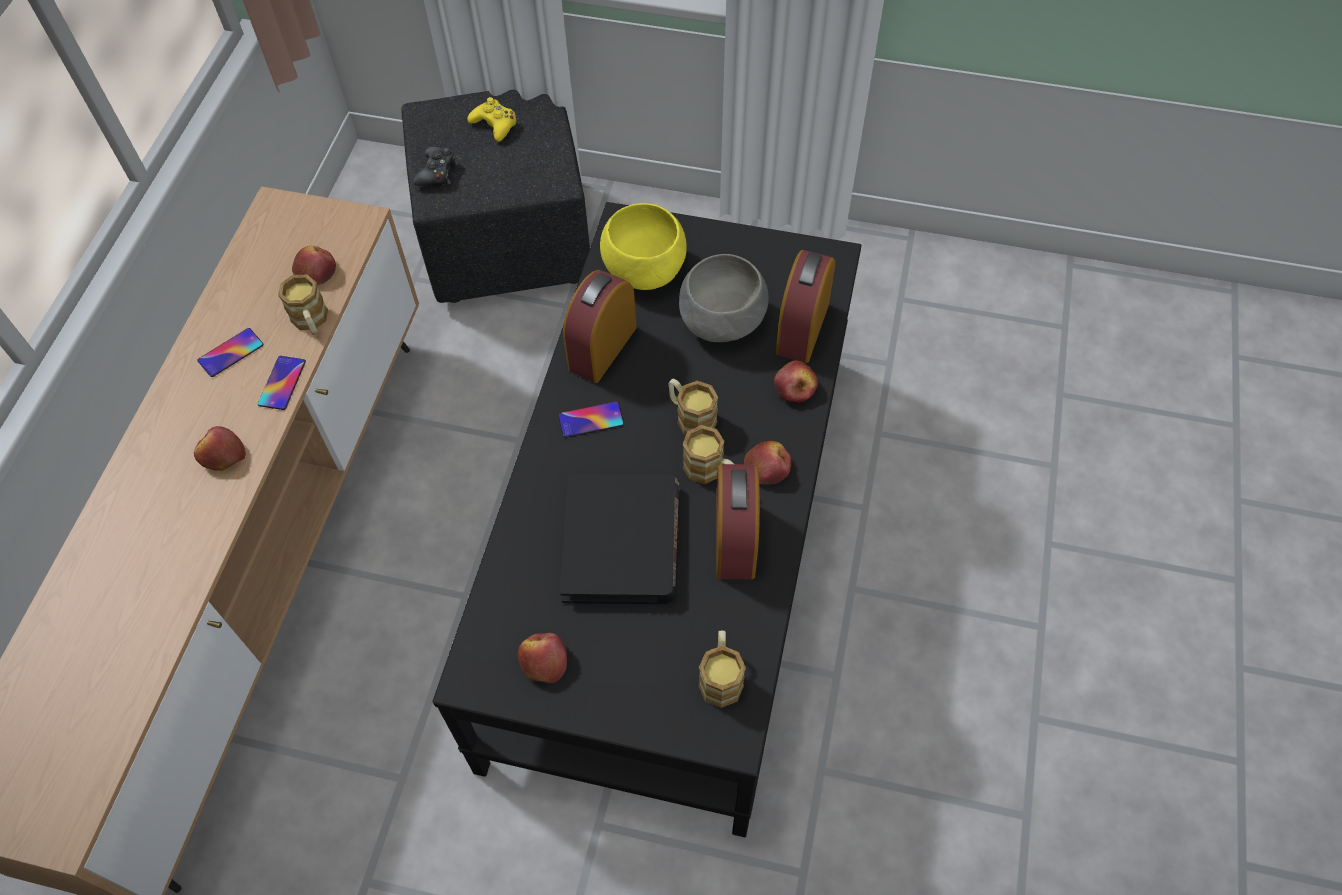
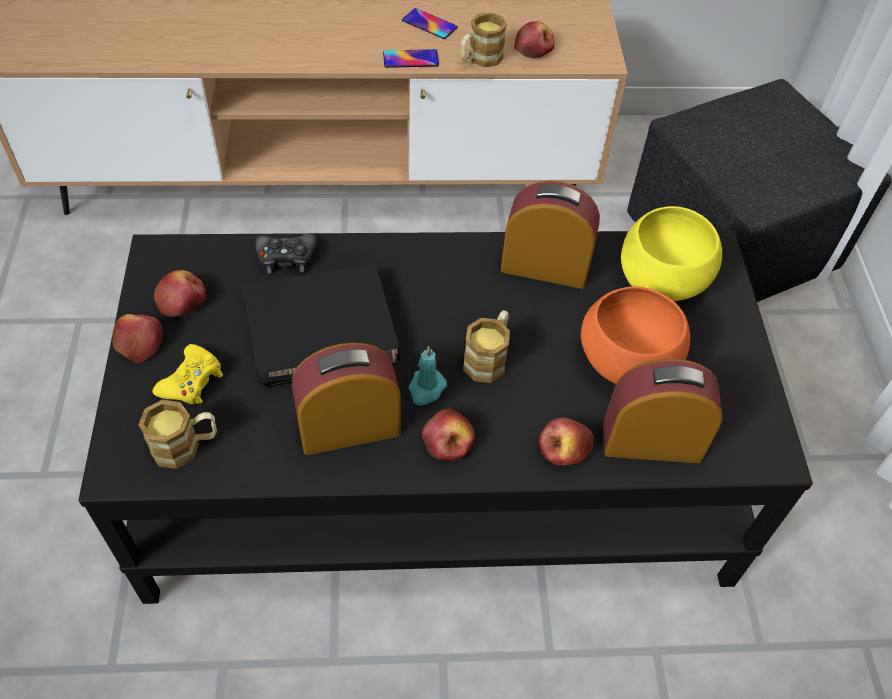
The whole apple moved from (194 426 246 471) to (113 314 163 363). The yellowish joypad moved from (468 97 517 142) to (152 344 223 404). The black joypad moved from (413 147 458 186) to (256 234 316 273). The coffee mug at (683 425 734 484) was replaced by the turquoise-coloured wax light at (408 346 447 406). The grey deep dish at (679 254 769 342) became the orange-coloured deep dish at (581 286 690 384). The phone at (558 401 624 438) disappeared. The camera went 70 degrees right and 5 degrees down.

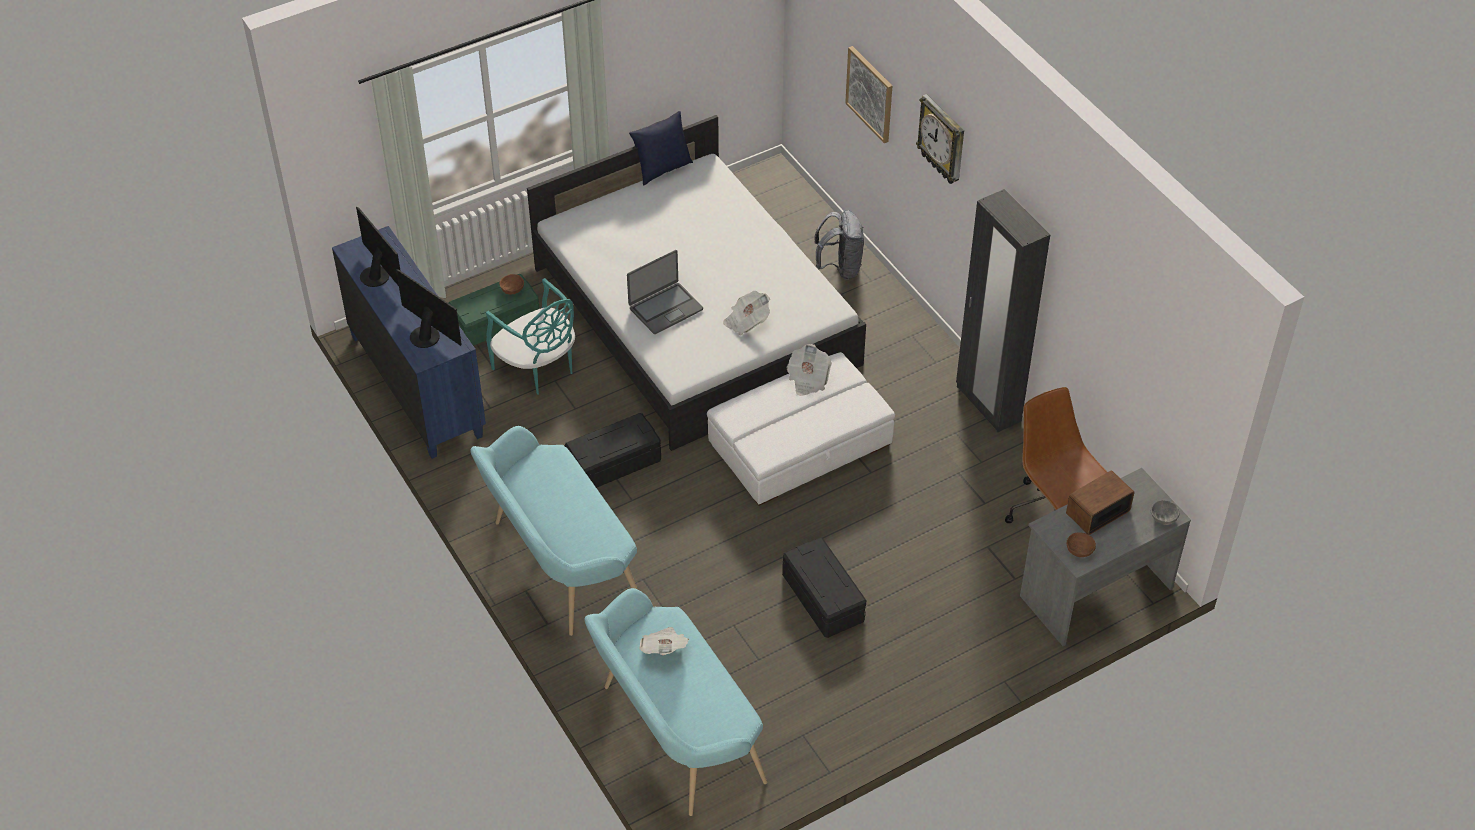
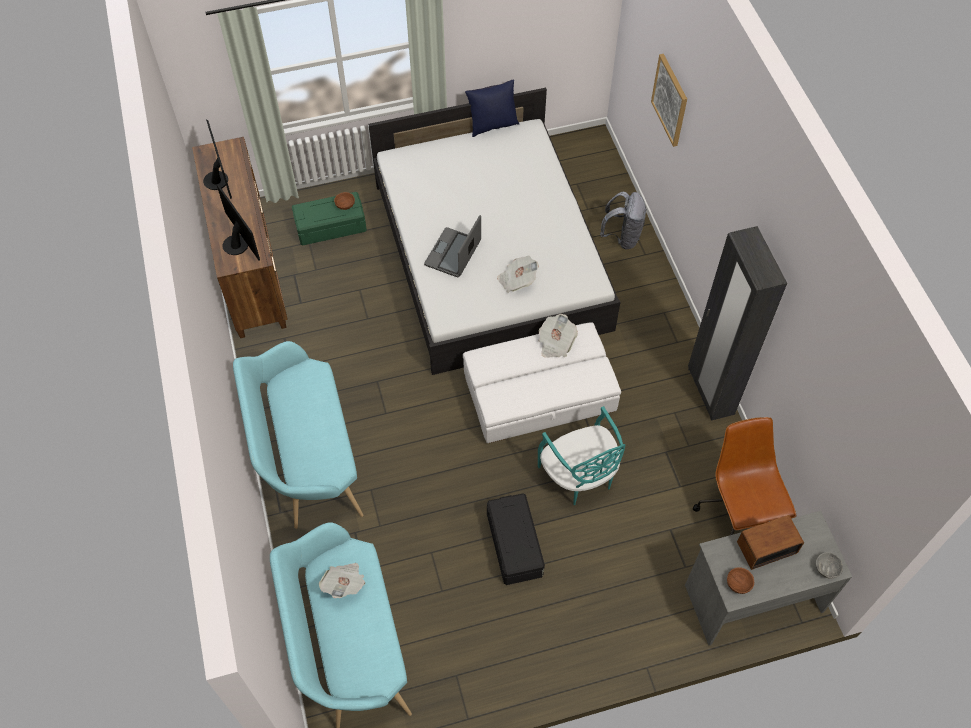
The blue dresser at (332 226 486 459) became the brownish dresser at (192 137 288 338). The notebook computer at (627 250 703 334) turned 135 degrees clockwise. The turquoise-coloured chair moved from (486 278 575 395) to (538 406 625 506). The black storage bin at (565 413 661 488) disappeared. The clock on the wall at (916 94 964 184) disappeared. The camera went 15 degrees right and 10 degrees up.

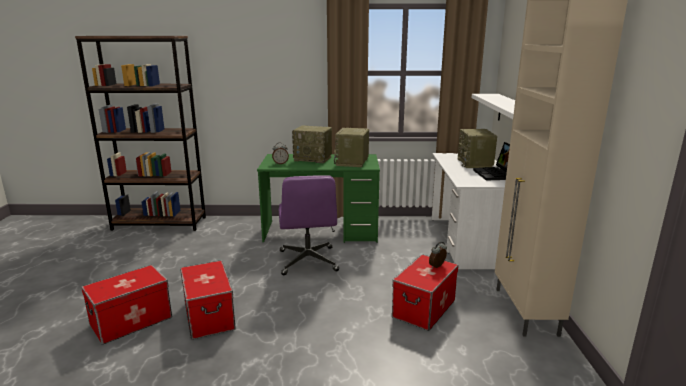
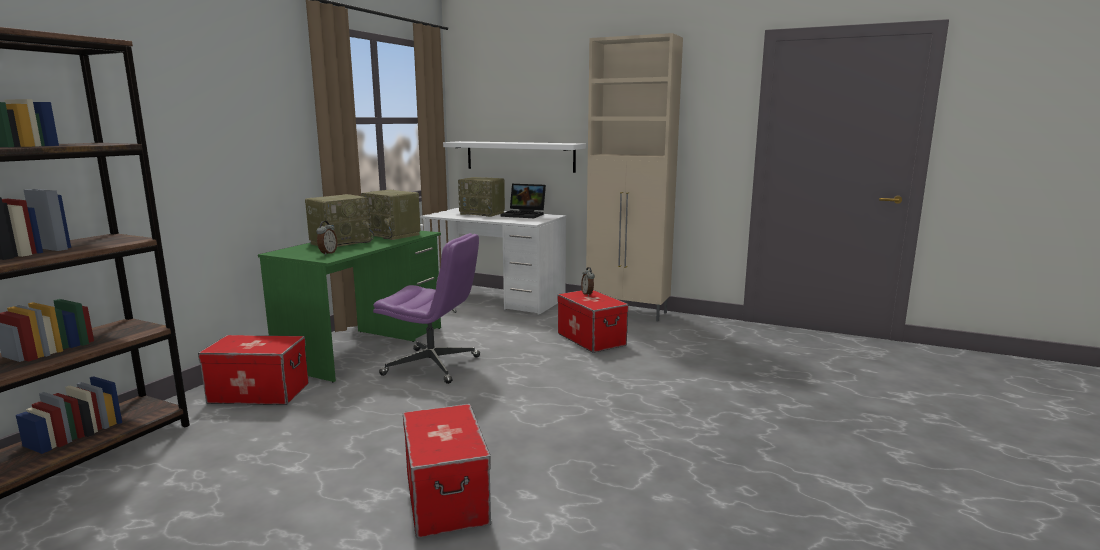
The storage bin moved from (180 260 236 339) to (198 335 309 405). The camera went 65 degrees left and 5 degrees down.

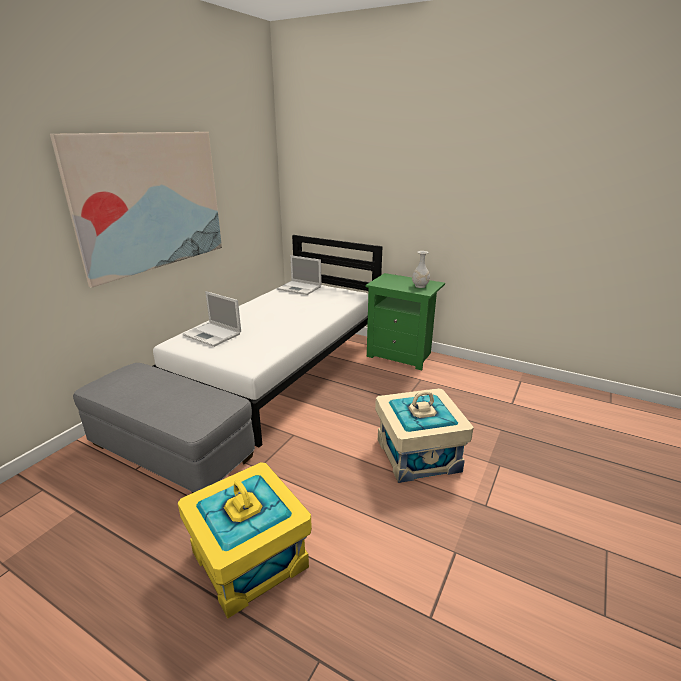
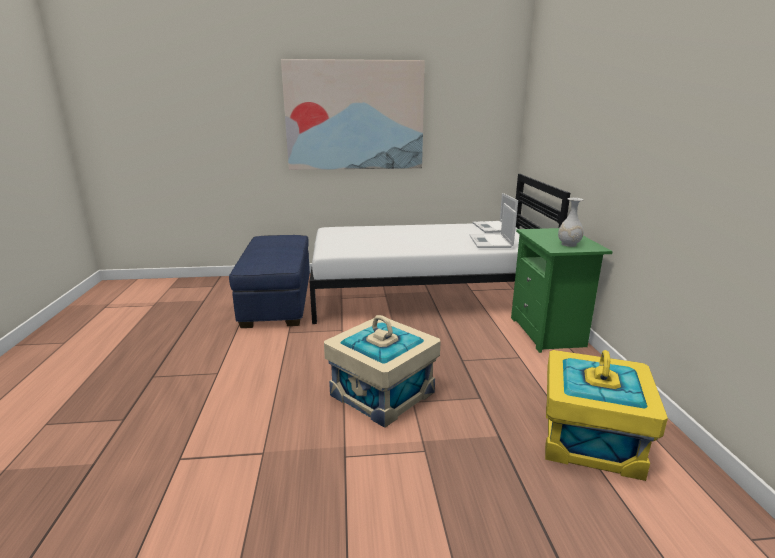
The grey pouffe at (73 363 255 493) became the blue pouffe at (229 235 310 328). The notebook computer moved from (183 291 241 347) to (469 203 517 248). The yellowish storage bin moved from (178 462 312 619) to (545 350 668 481). The camera went 55 degrees right and 5 degrees down.

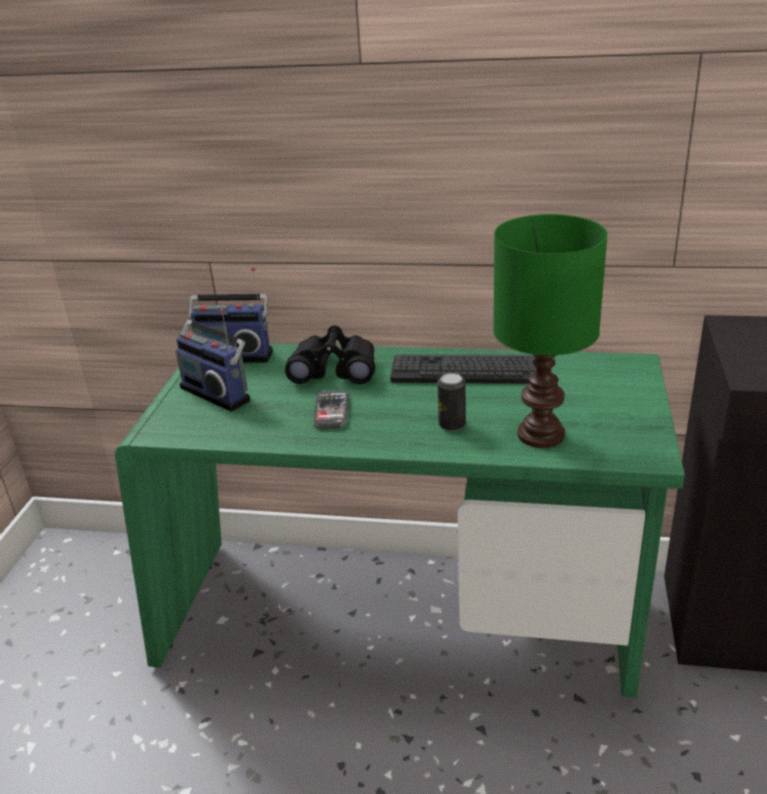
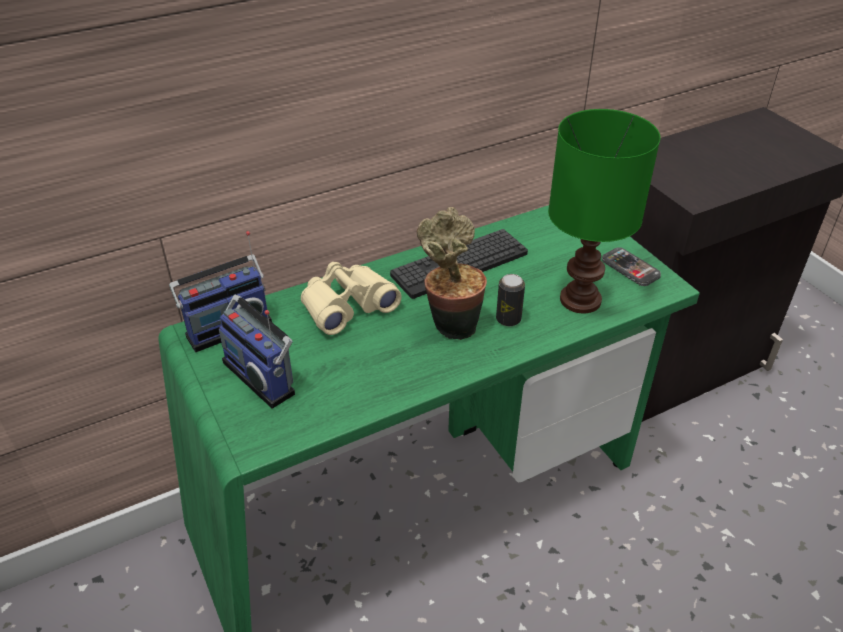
The radio at (176 309 250 412) turned 45 degrees clockwise. The black pair of binoculars at (285 325 375 384) became the beige-coloured pair of binoculars at (301 262 402 335). The plant in a pot at (417 207 487 340) appeared. The phone moved from (313 390 349 429) to (602 247 661 286). The camera went 40 degrees left and 10 degrees up.

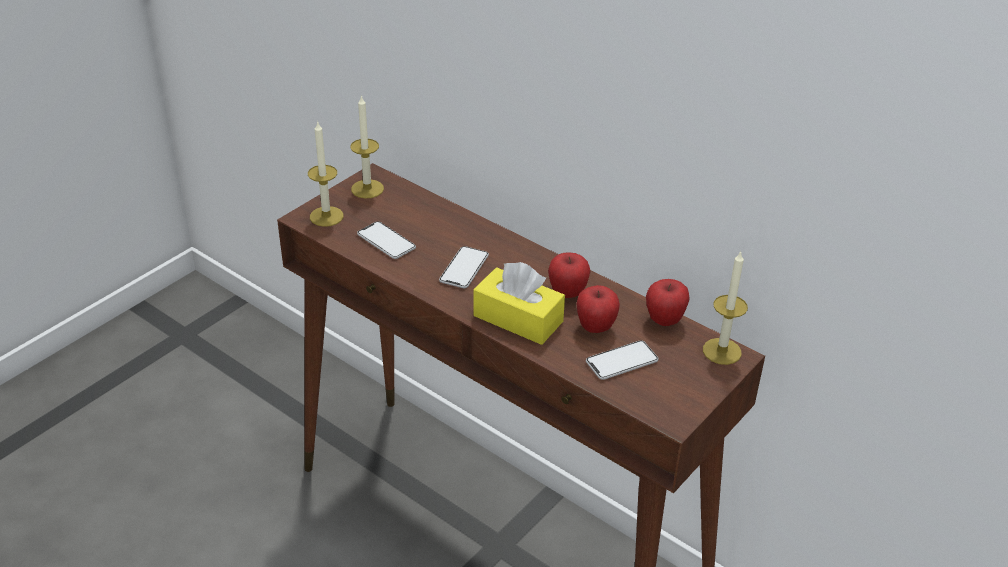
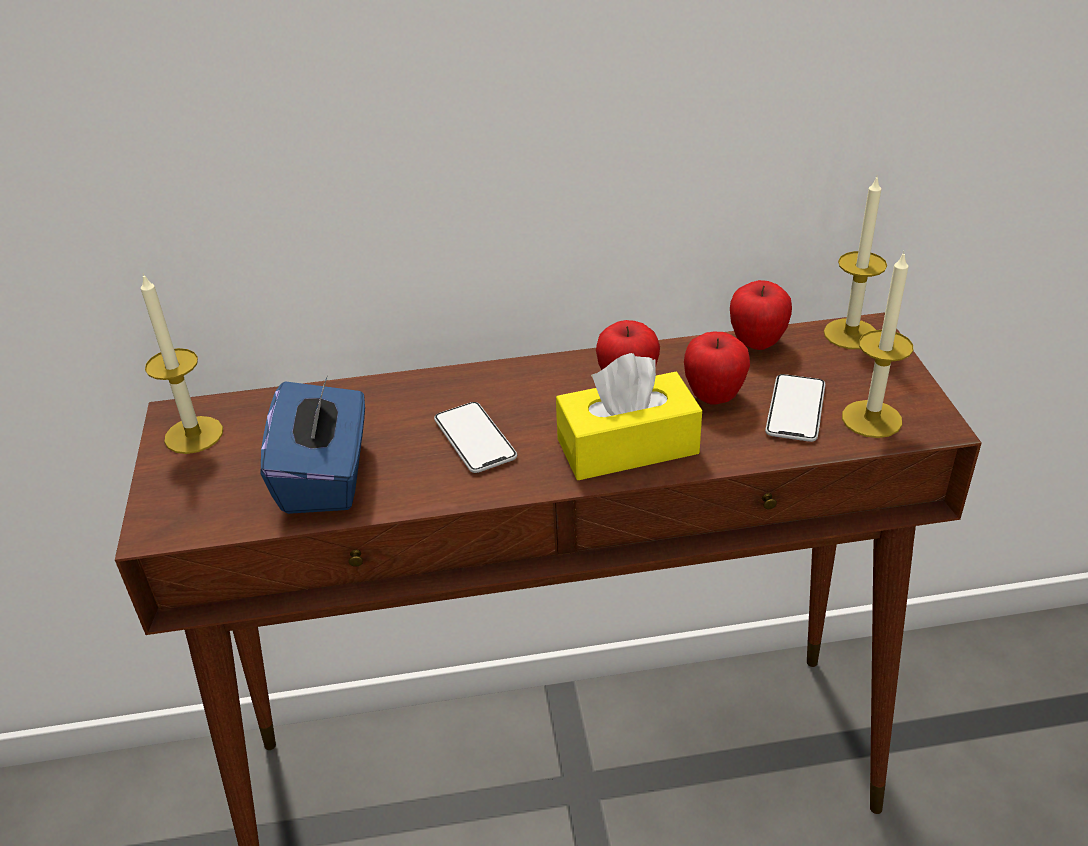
The phone at (357 221 416 259) was replaced by the blue tissue holder at (261 375 365 514). The wax light moved from (308 121 344 227) to (842 251 913 438). The camera went 45 degrees left and 0 degrees up.

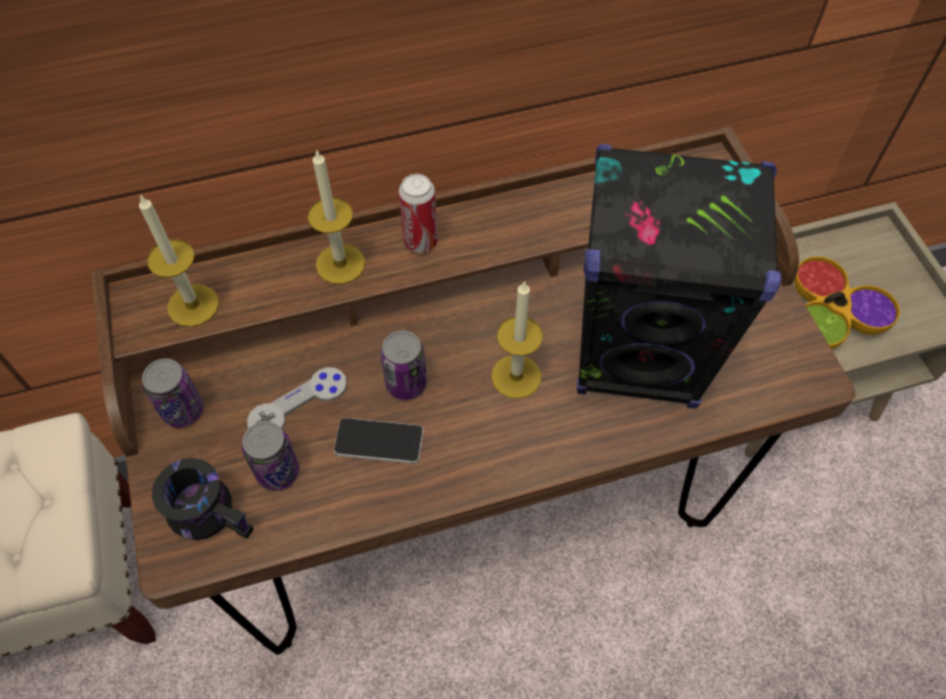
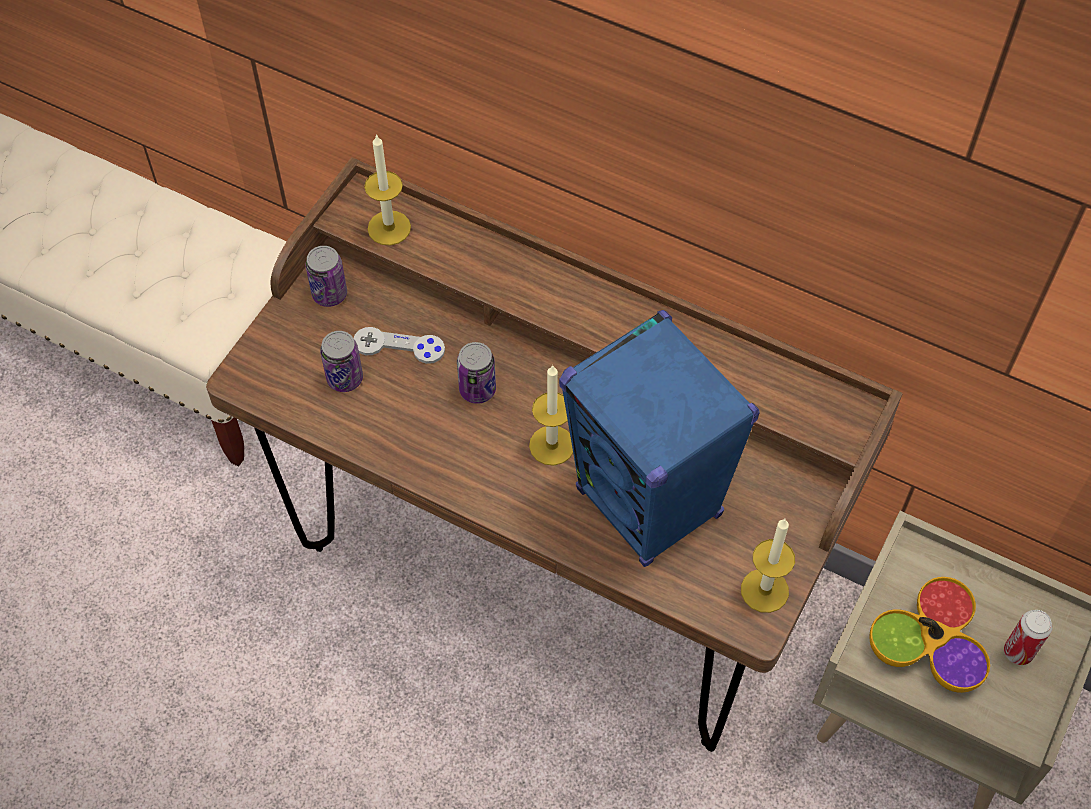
The black speaker at (577 144 781 409) became the blue speaker at (559 310 760 567). The wax light moved from (307 149 365 284) to (741 519 795 613). The metal can moved from (399 174 438 253) to (1004 610 1053 665). The black coffee mug at (152 458 254 540) disappeared. The phone at (334 418 424 464) disappeared. The camera went 45 degrees right and 0 degrees up.

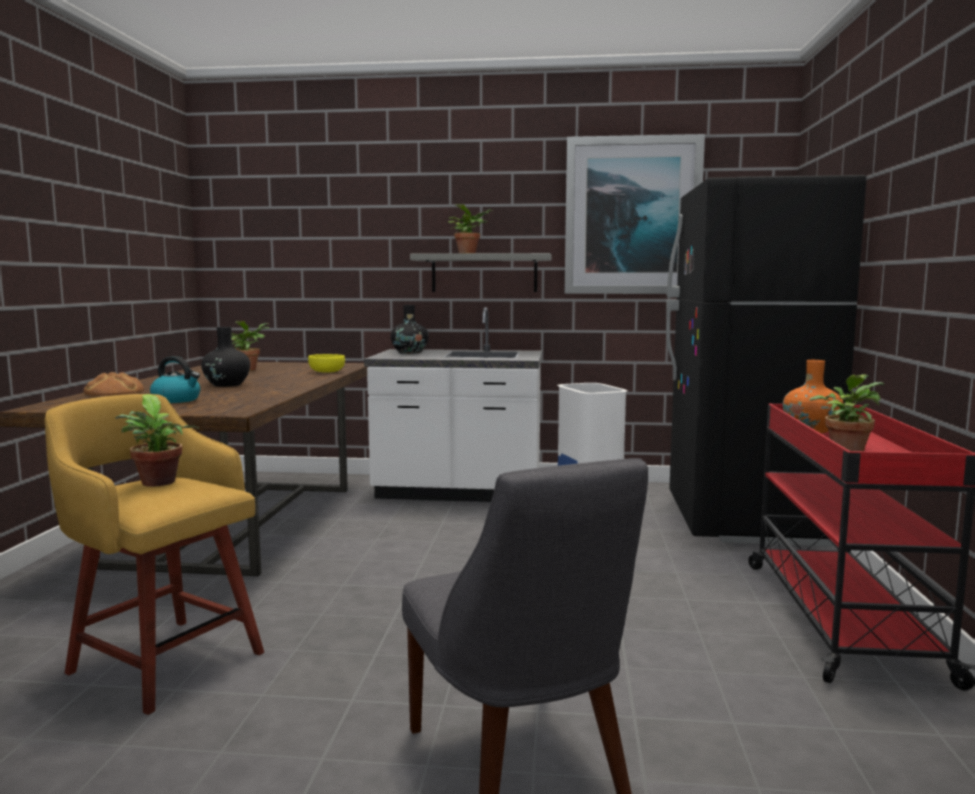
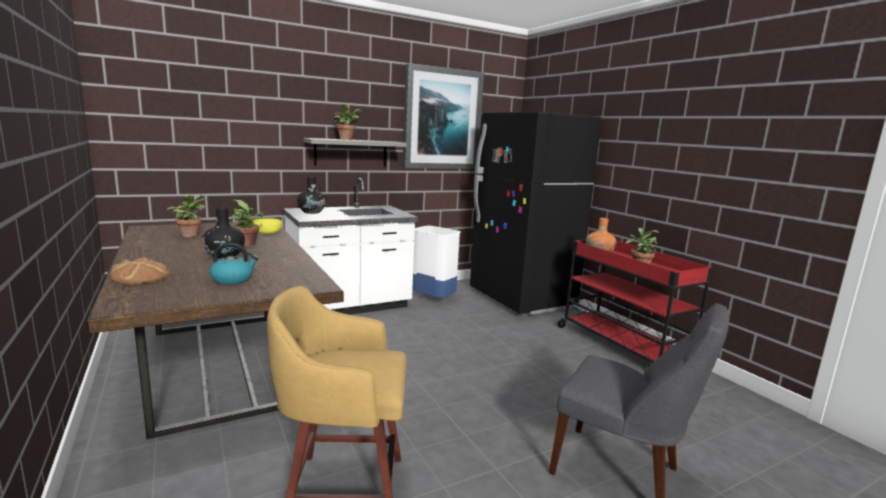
The plant in a pot moved from (115 394 199 487) to (231 200 266 246). The camera went 35 degrees left and 5 degrees up.

